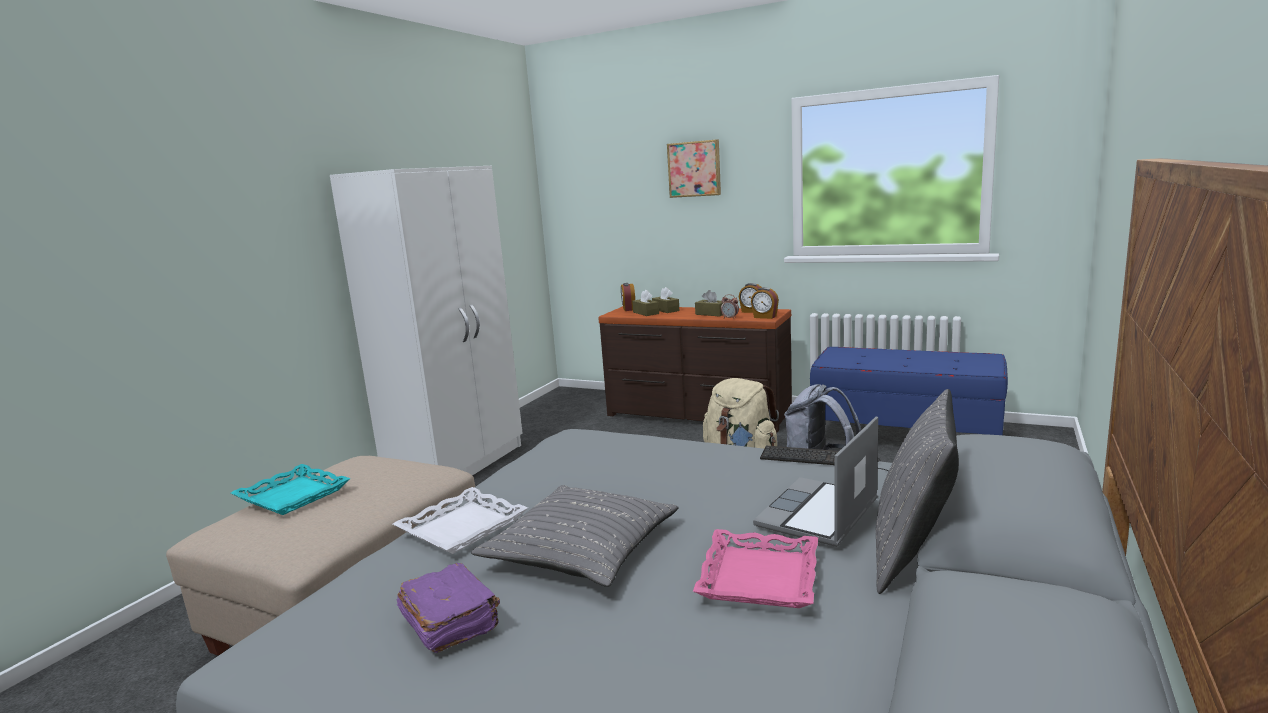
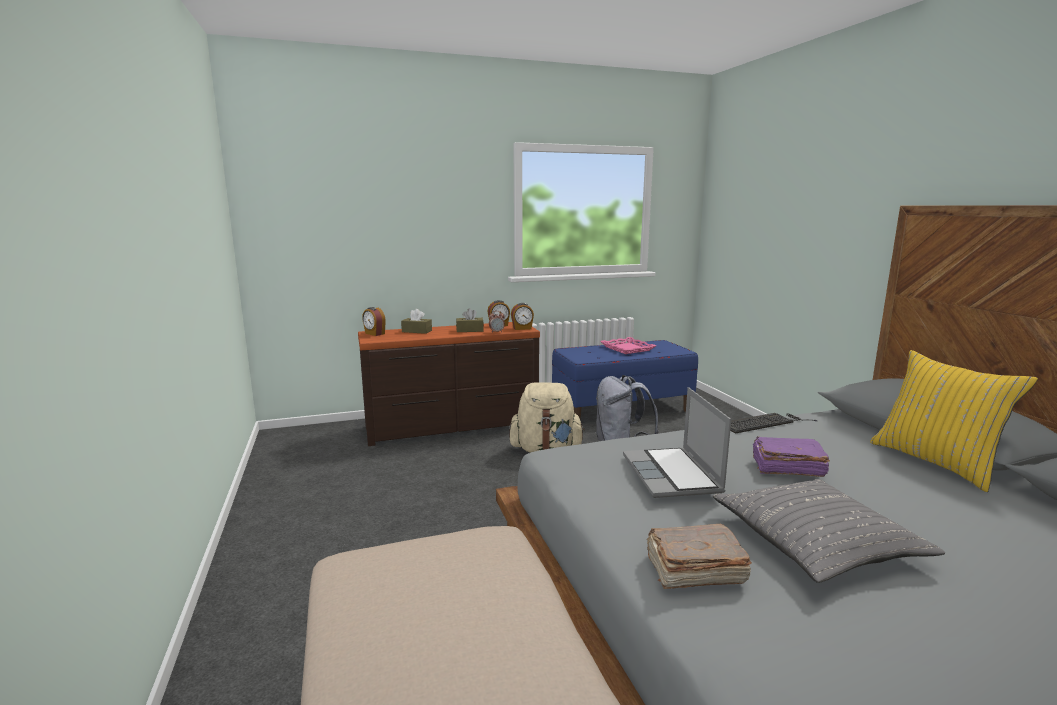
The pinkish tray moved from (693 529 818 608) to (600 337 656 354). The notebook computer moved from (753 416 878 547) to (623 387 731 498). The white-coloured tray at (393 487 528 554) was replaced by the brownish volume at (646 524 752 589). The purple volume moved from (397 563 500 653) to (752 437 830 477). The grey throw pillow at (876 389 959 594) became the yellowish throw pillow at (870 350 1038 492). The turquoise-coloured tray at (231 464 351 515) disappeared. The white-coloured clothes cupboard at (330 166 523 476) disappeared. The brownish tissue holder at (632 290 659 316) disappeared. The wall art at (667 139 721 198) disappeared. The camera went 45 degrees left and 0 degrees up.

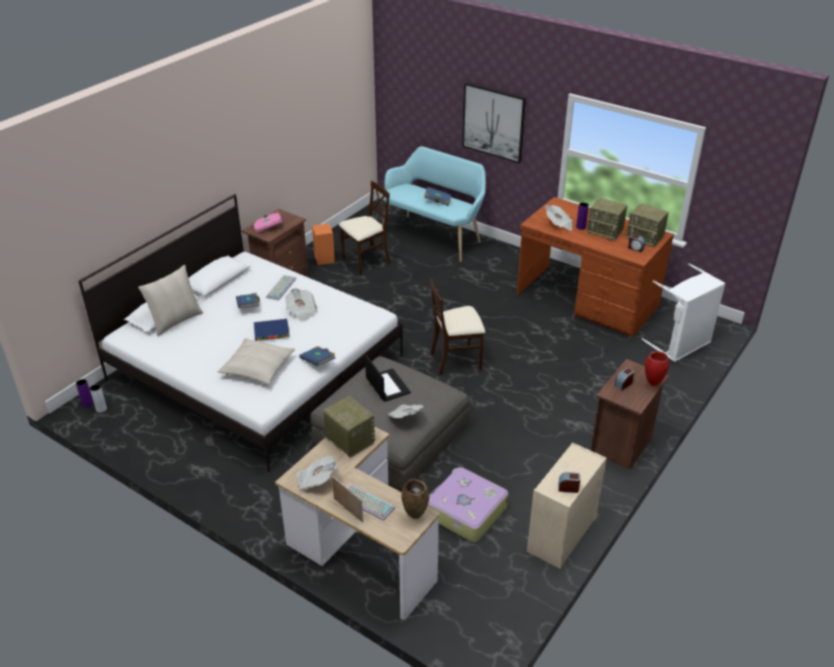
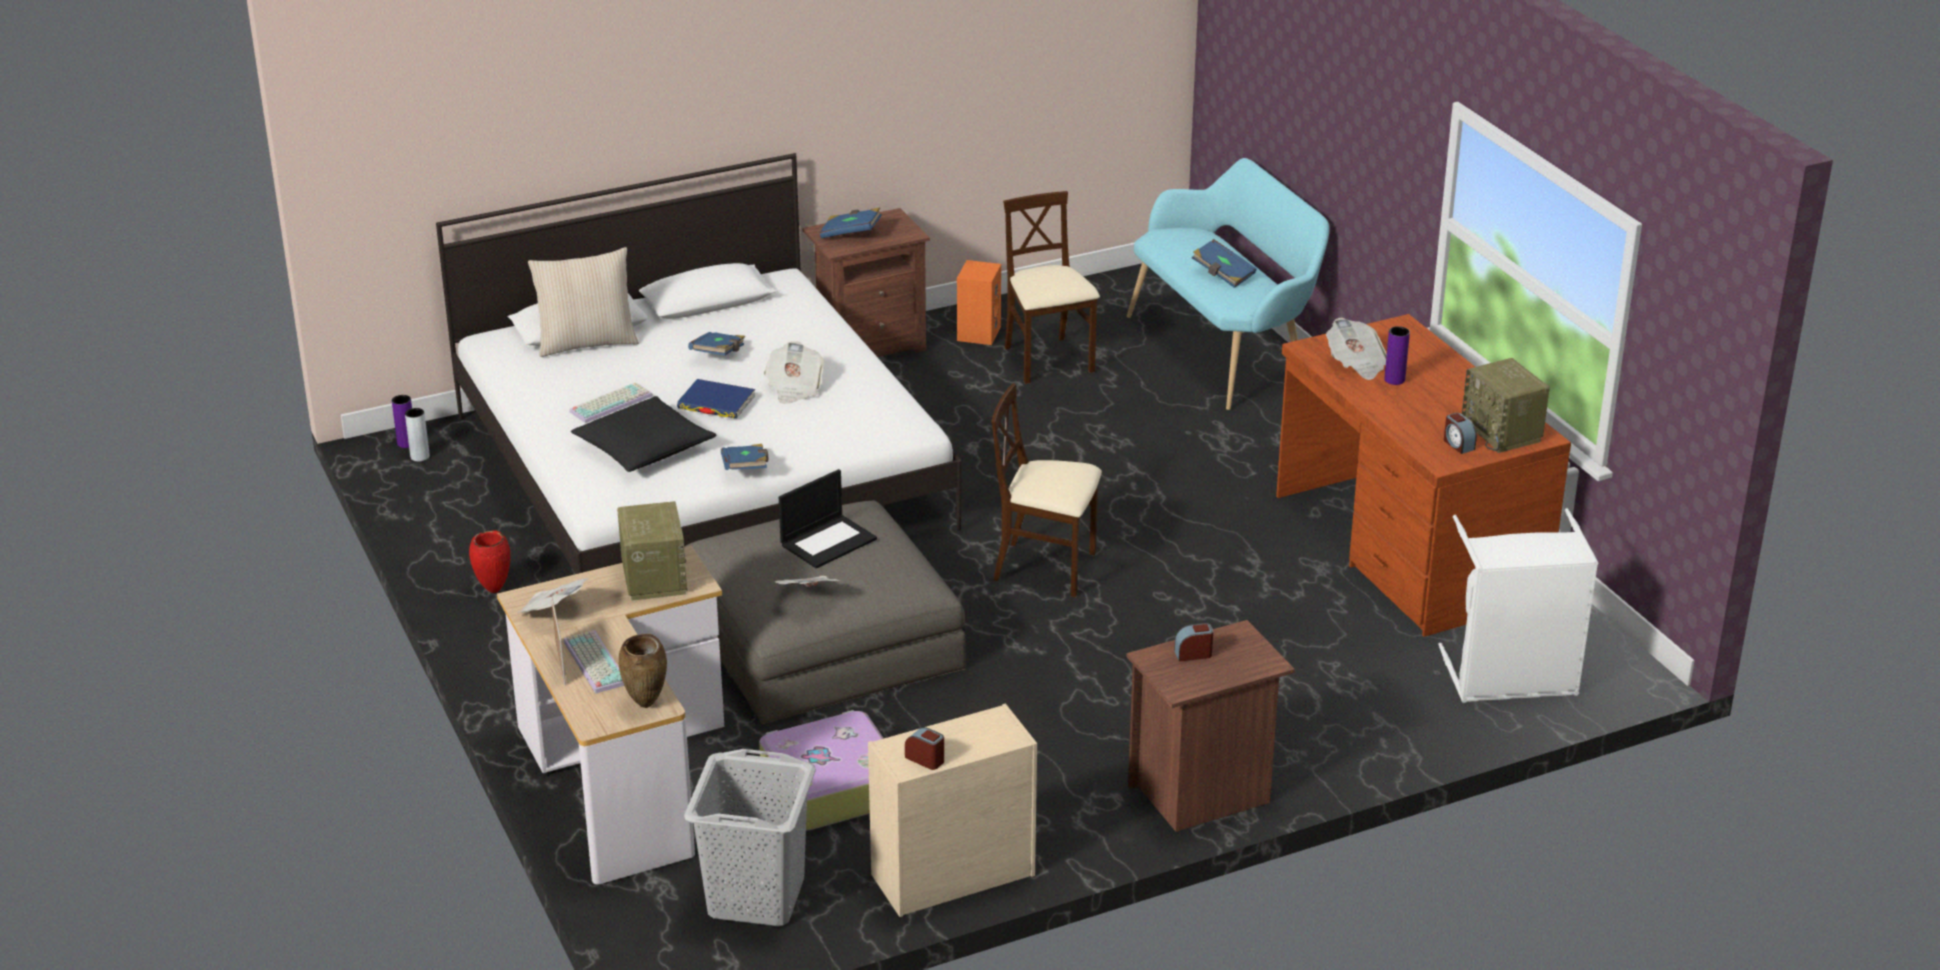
The red decorative vase moved from (645 351 669 386) to (469 530 510 593). The computer keyboard moved from (266 275 296 300) to (569 382 653 423). The beige-coloured throw pillow at (218 338 295 384) became the black throw pillow at (571 396 717 472). The grey hamper at (684 749 816 927) appeared. The notebook computer at (365 355 411 402) turned 45 degrees clockwise. The pinkish volume at (253 211 282 233) became the blue volume at (820 207 882 238). The beige-coloured chair at (339 181 390 276) turned 105 degrees counterclockwise. The wall art at (462 82 526 164) disappeared. The radio at (587 198 628 240) disappeared. The camera went 30 degrees right and 5 degrees down.

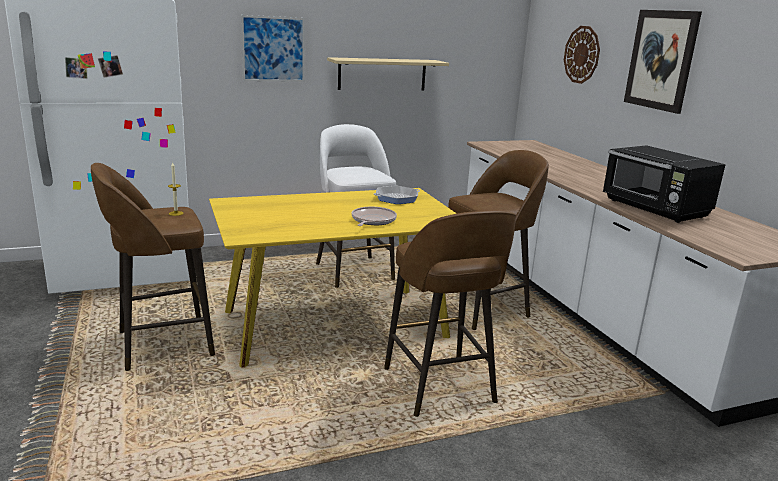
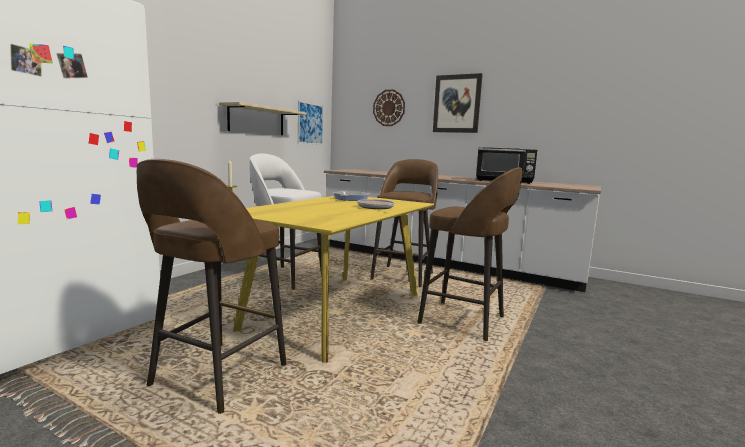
The wall art moved from (241 15 305 82) to (298 101 324 145). The camera went 40 degrees left and 10 degrees down.

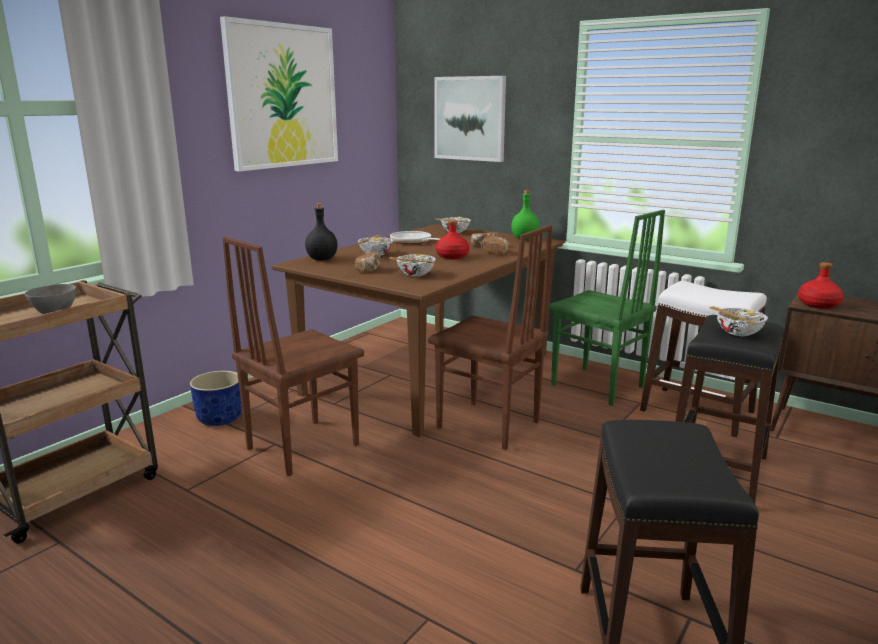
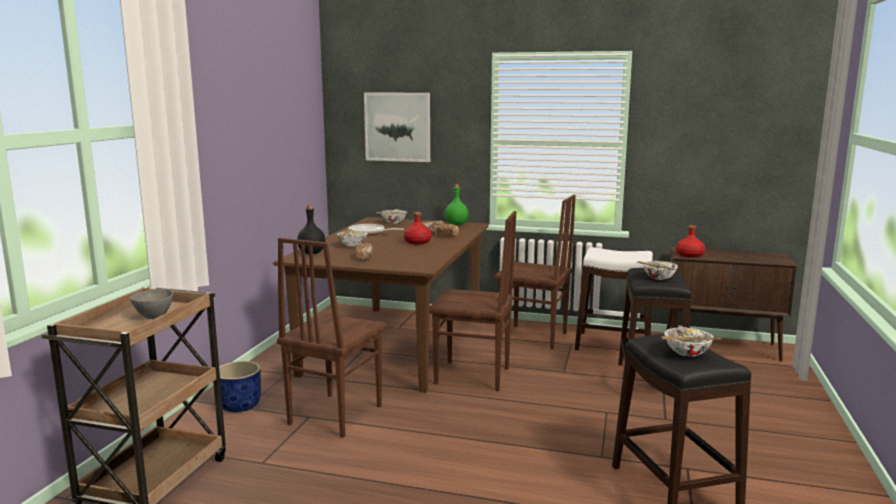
The green chair at (548 210 665 406) became the brownish chair at (494 195 576 350). The deep dish moved from (388 254 436 277) to (661 327 721 357). The wall art at (220 16 338 171) disappeared. The camera went 20 degrees left and 5 degrees down.

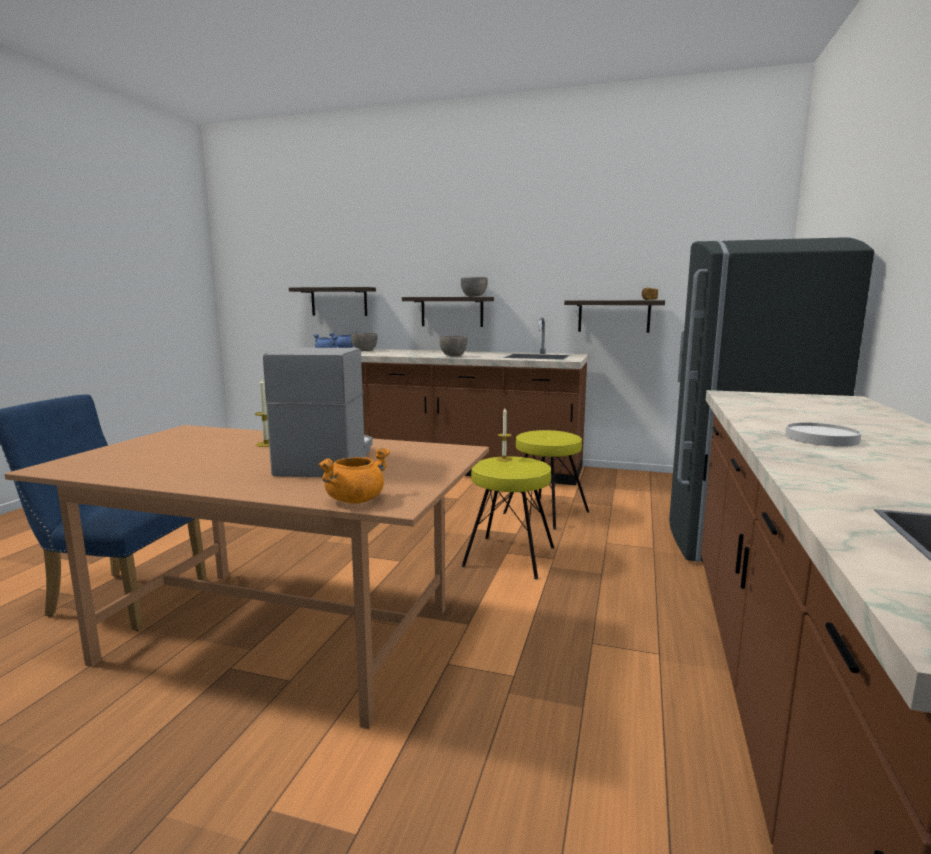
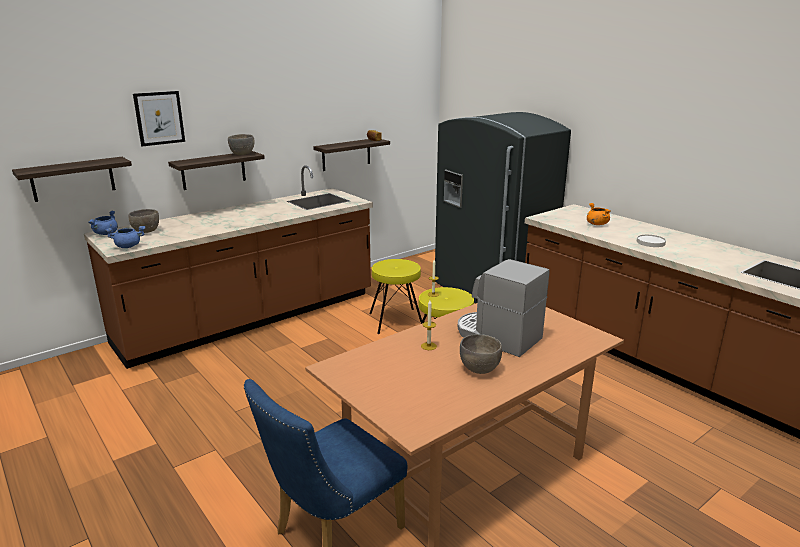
The wall art at (133 91 185 146) appeared. The grey deep dish moved from (439 336 467 356) to (460 334 502 374). The orange-coloured saucepot moved from (318 448 390 503) to (587 203 611 225). The camera went 55 degrees left and 10 degrees up.

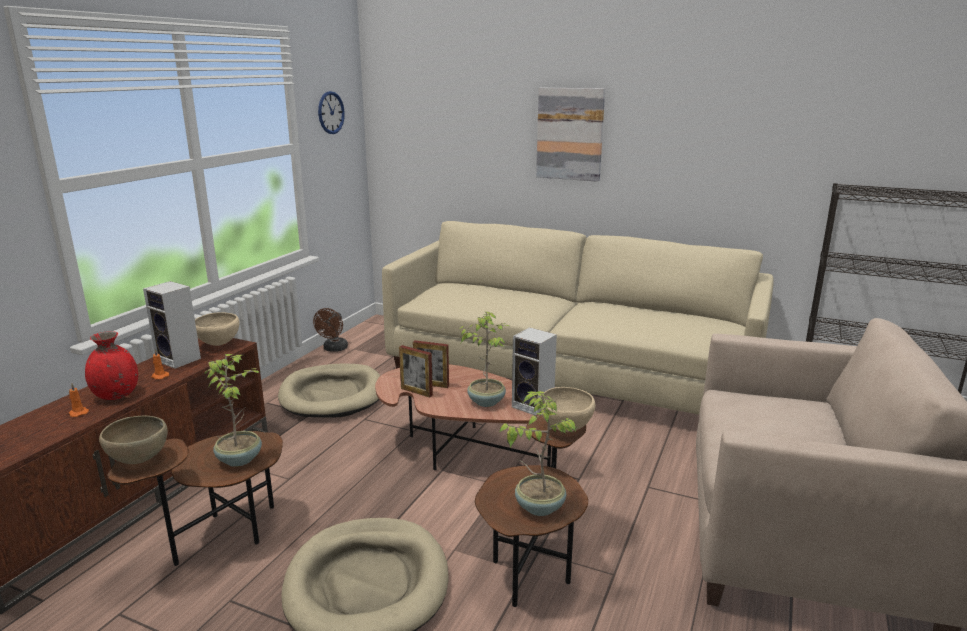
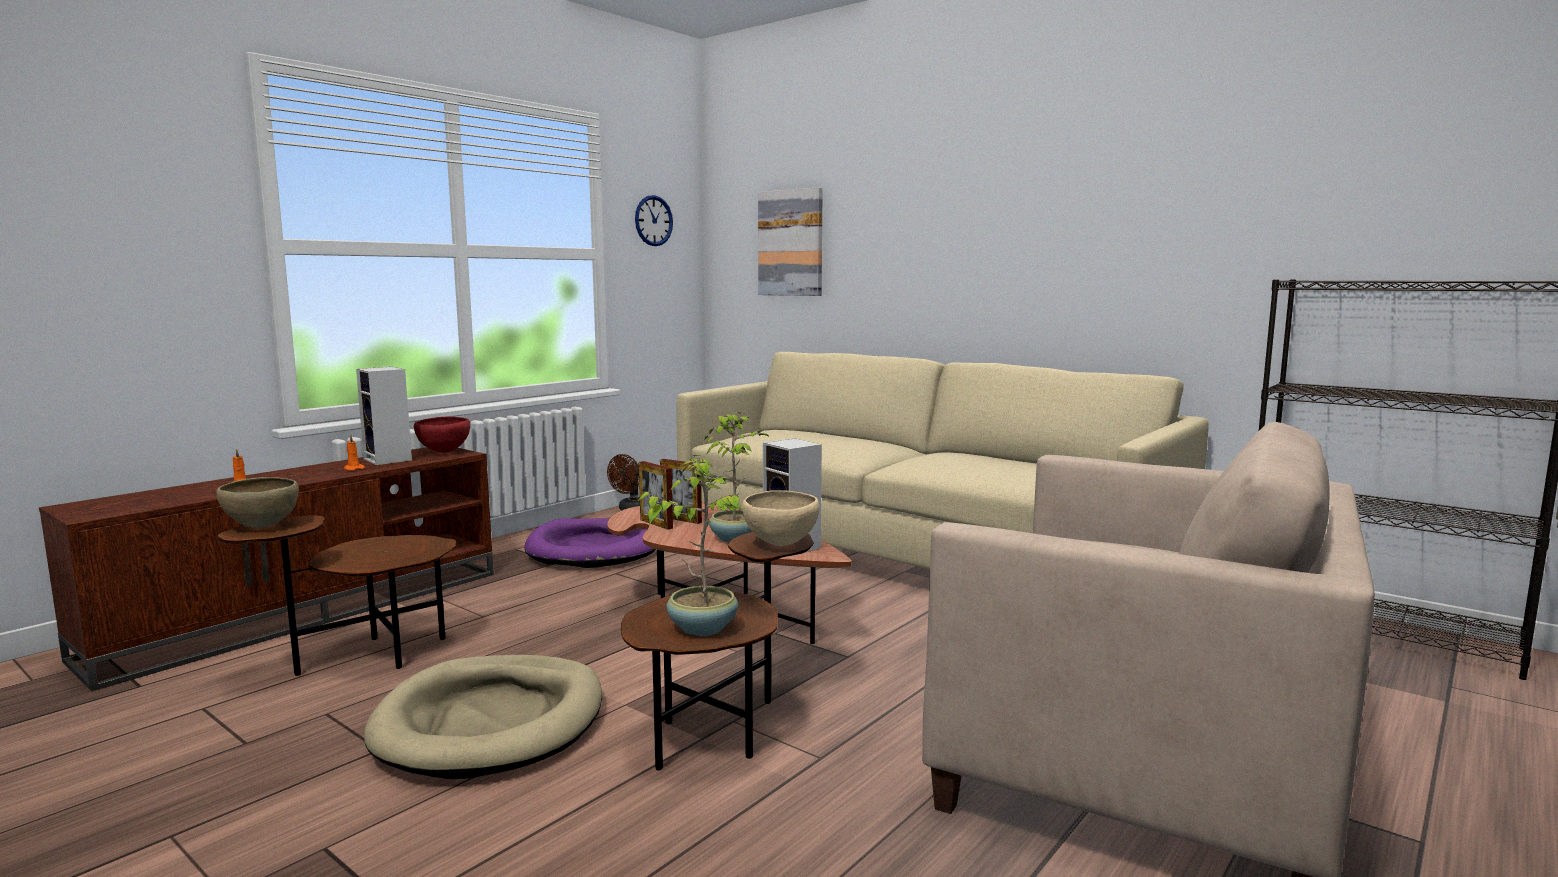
The beige-coloured deep dish at (195 312 240 346) became the red deep dish at (414 417 470 453). The beige-coloured dog cushion at (278 363 380 417) became the purple dog cushion at (524 518 656 568). The wall art moved from (536 88 605 182) to (758 187 823 296). The red decorative vase at (85 331 138 400) disappeared. The plant in a pot at (204 354 262 467) disappeared. The camera went 15 degrees right and 10 degrees down.

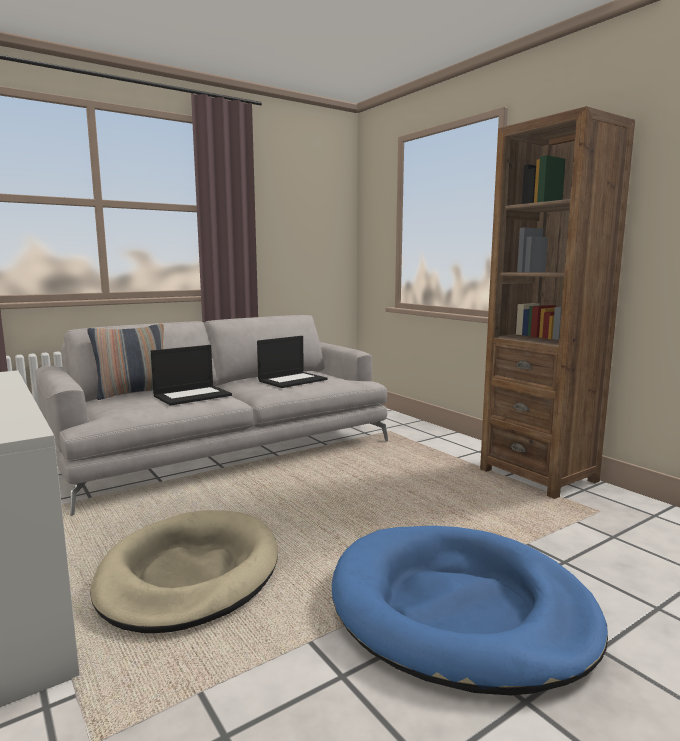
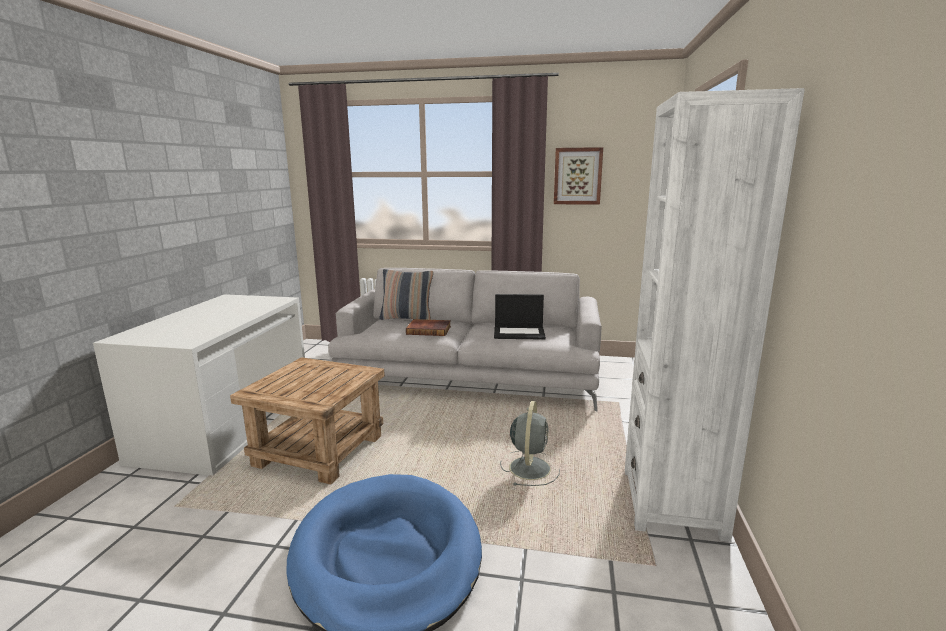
The beige-coloured dog cushion at (90 510 278 633) was replaced by the brownish end table at (230 357 385 484). The notebook computer at (151 345 232 406) was replaced by the volume at (406 319 451 336). The grey cooling fan at (500 401 560 486) appeared. The wall art at (554 147 603 205) appeared. The brownish bookcase at (480 106 635 499) became the white-coloured bookcase at (625 88 805 542). The camera went 45 degrees right and 5 degrees up.

